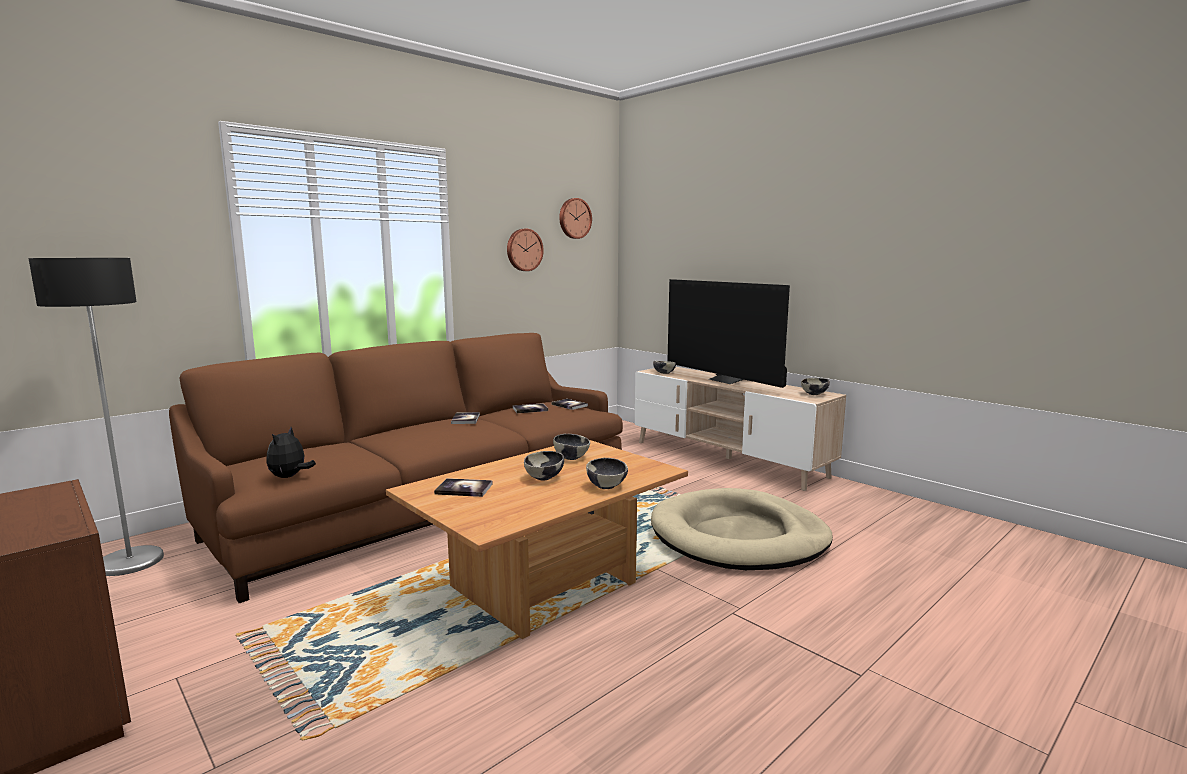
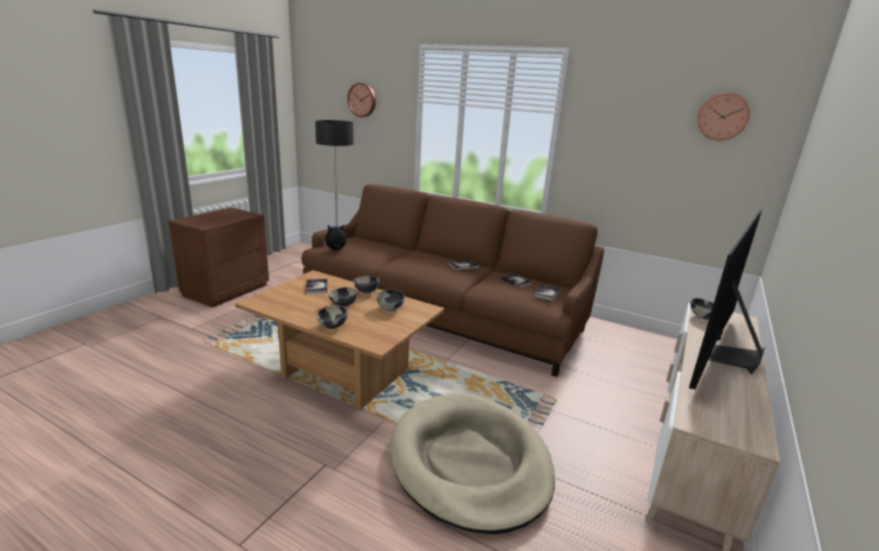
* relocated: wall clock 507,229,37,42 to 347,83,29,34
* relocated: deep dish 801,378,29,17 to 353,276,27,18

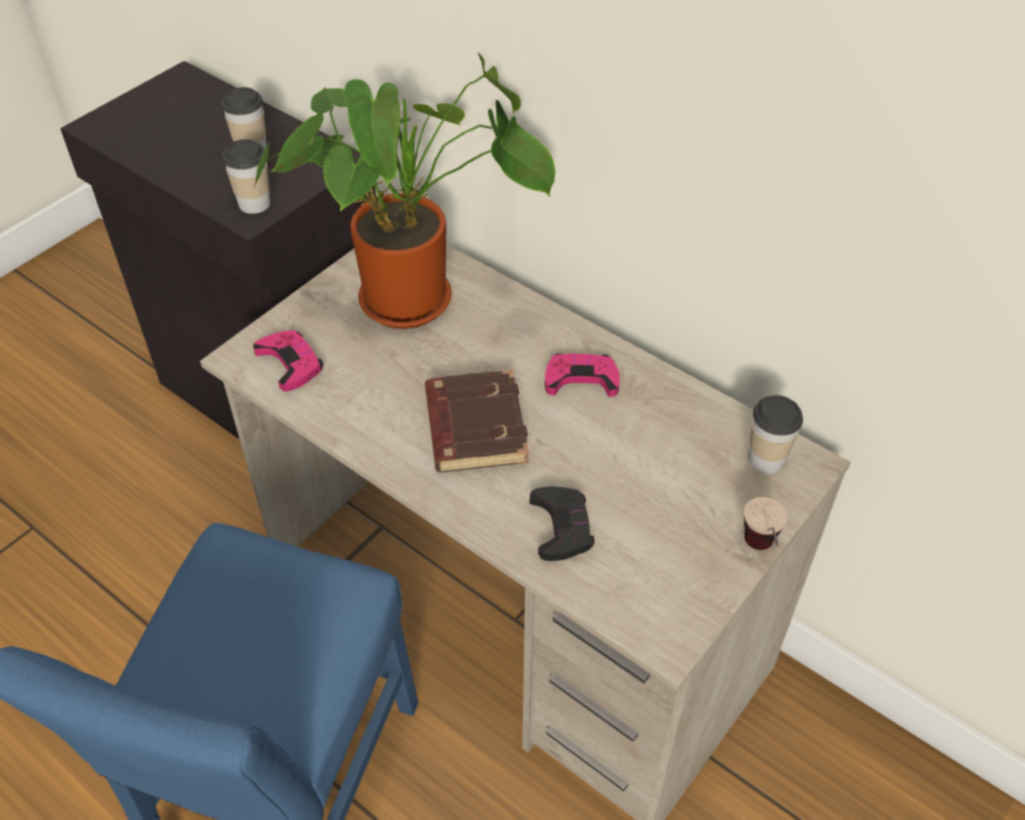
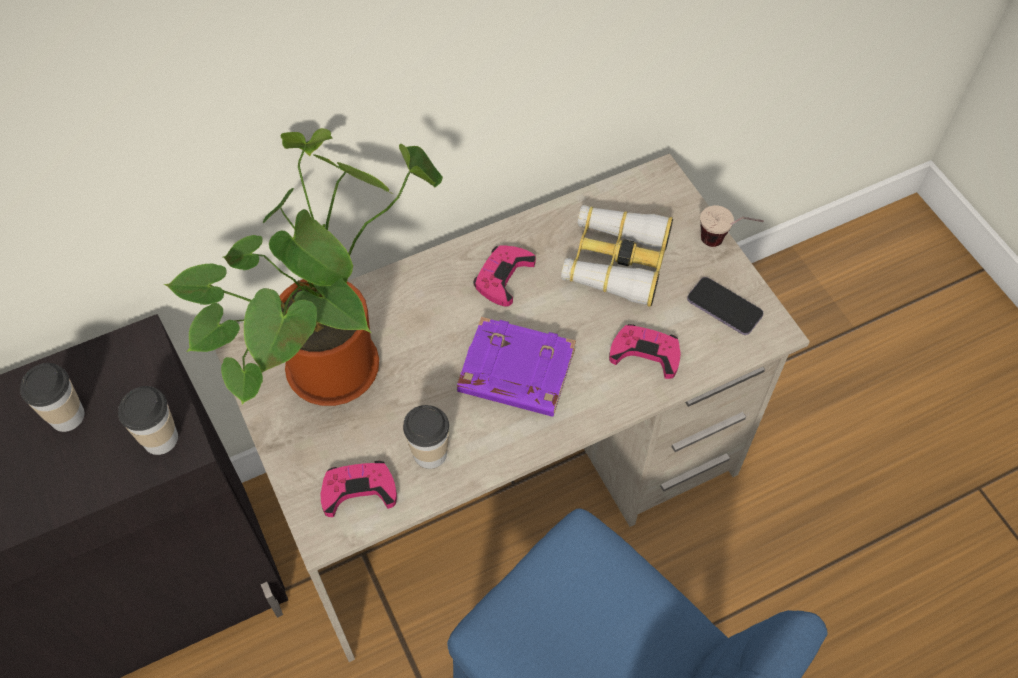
* colour: bound book (brown-coloured) 425,370,104,102 to bound book (purple) 457,317,119,100
* colour: gamepad (black) 530,486,64,75 to gamepad (pinkish) 609,324,71,55
* relocated: drinking cup 748,395,55,79 to 403,405,46,64
* appeared: field glasses 561,205,112,102
* appeared: handset 687,277,76,58

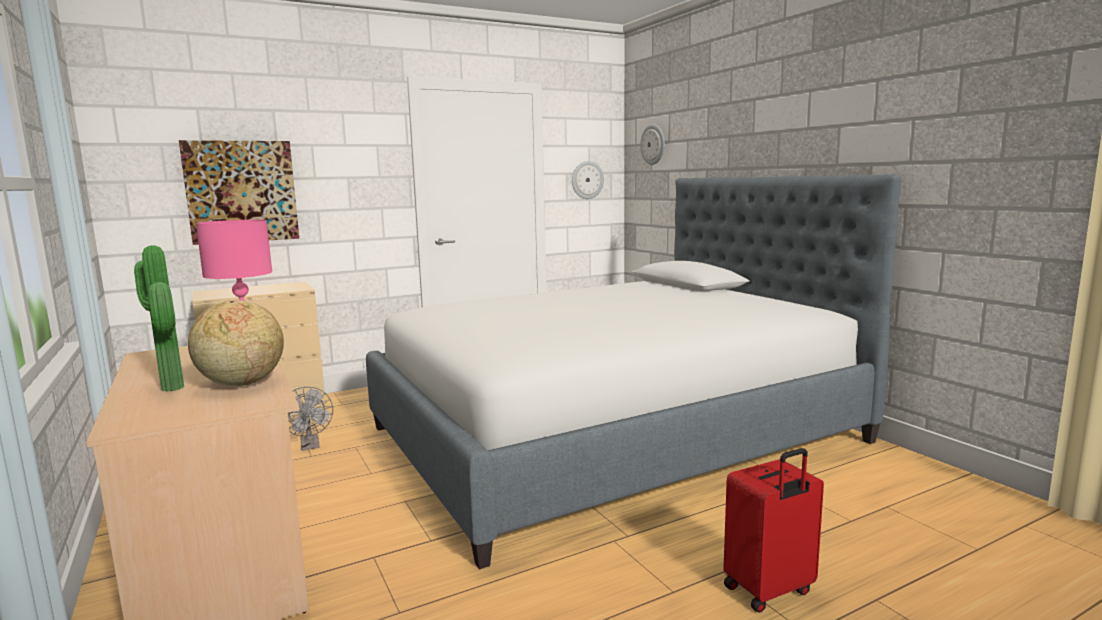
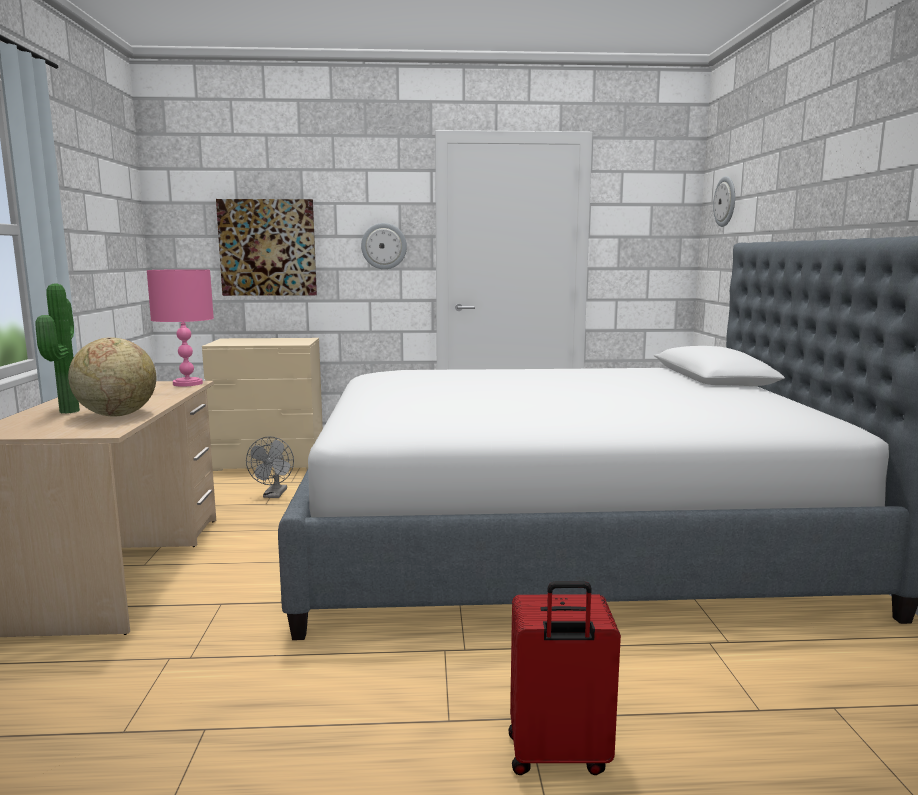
* relocated: wall clock 572,161,32,38 to 361,223,46,46

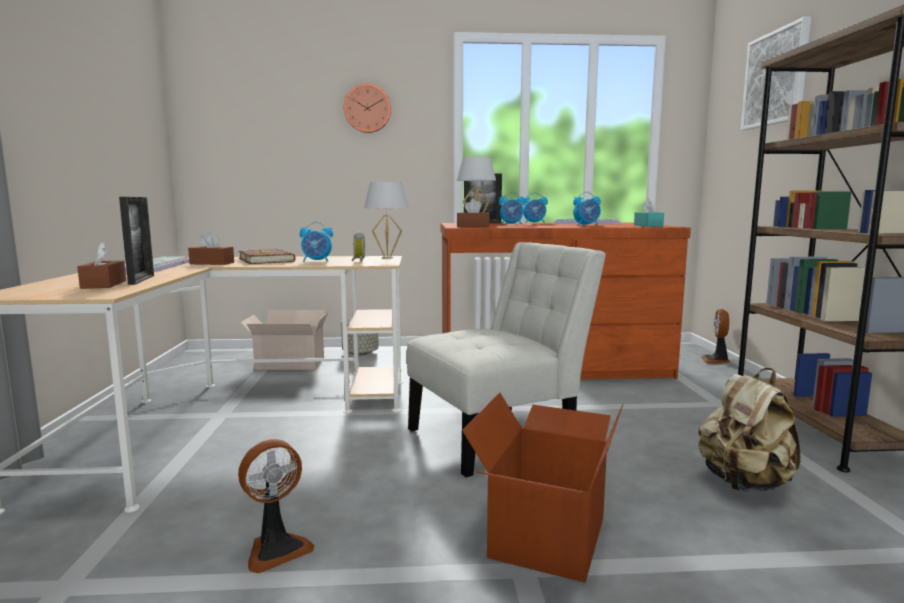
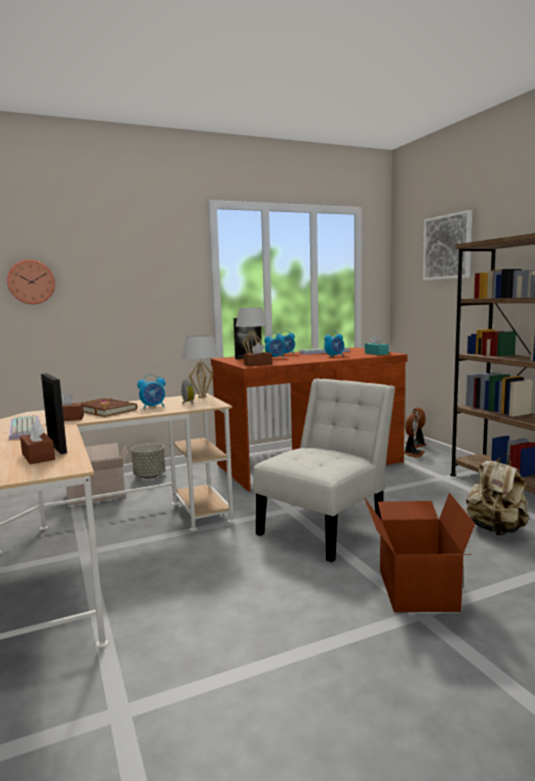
* relocated: cooling fan 238,439,76,134 to 404,414,21,44
* relocated: wall clock 344,84,47,49 to 7,260,48,44

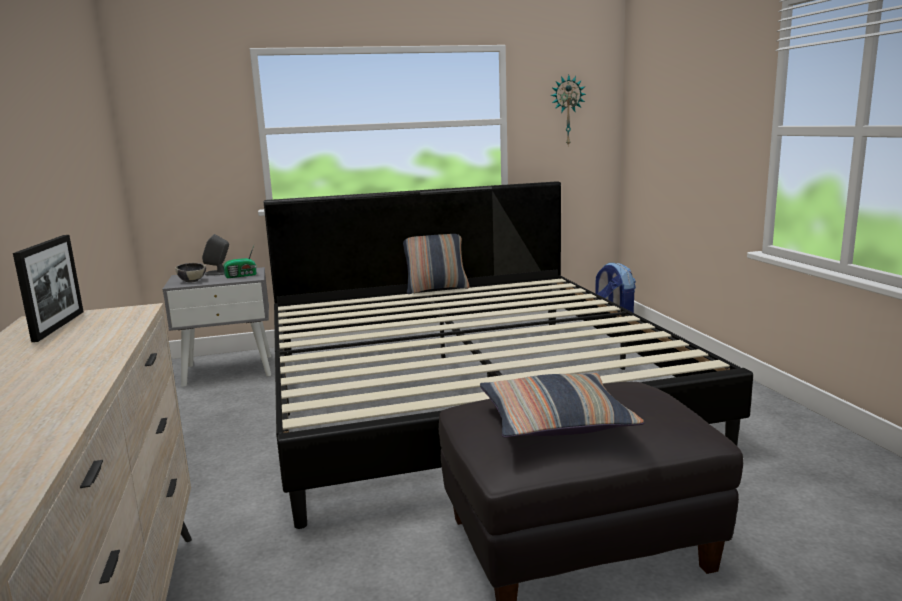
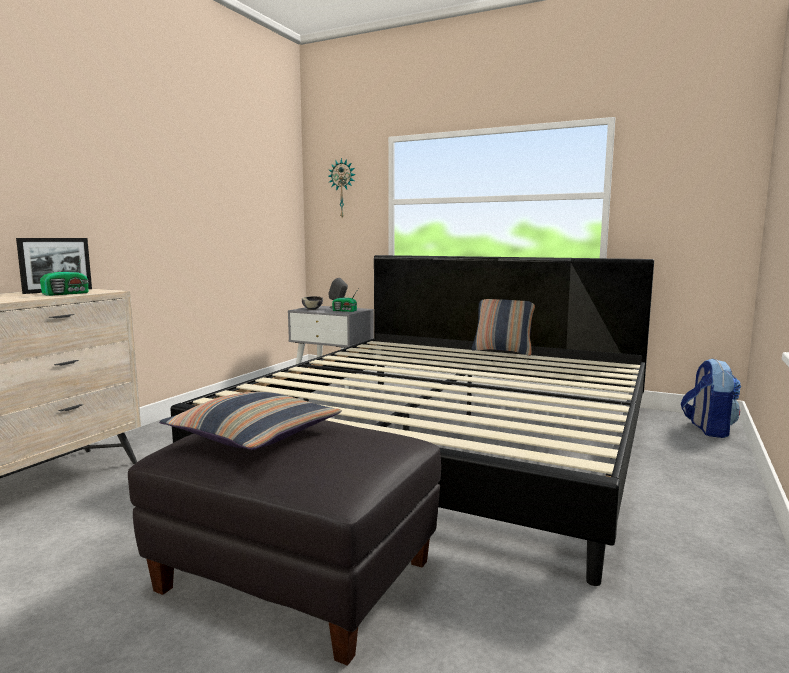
* relocated: wall clock 551,75,35,70 to 328,158,28,60
* appeared: radio set 40,256,49,40

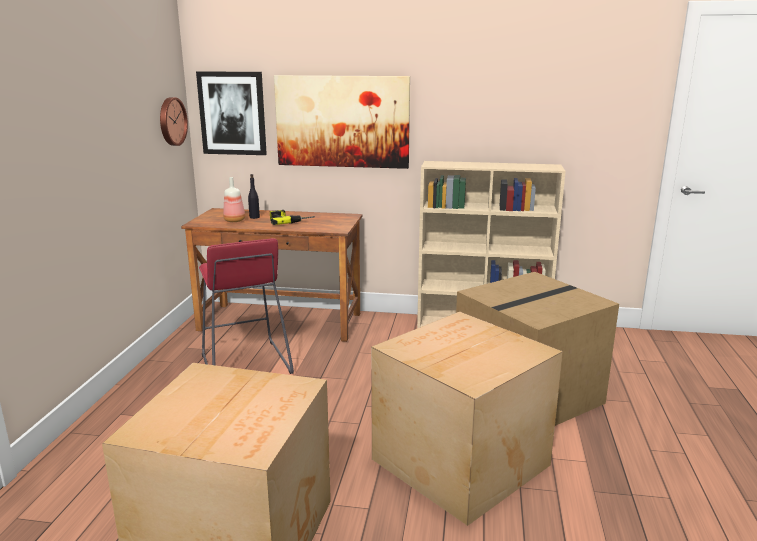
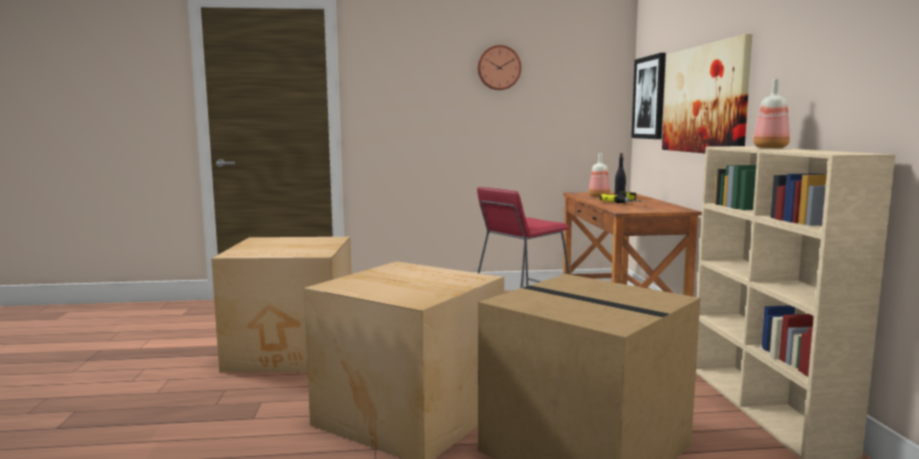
* relocated: wall clock 160,97,28,49 to 478,45,43,45
* appeared: bottle 753,79,37,69

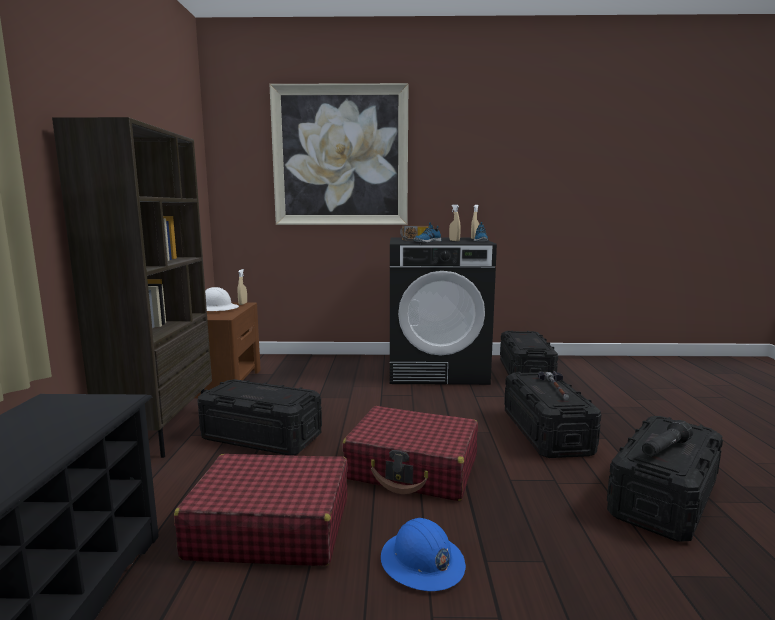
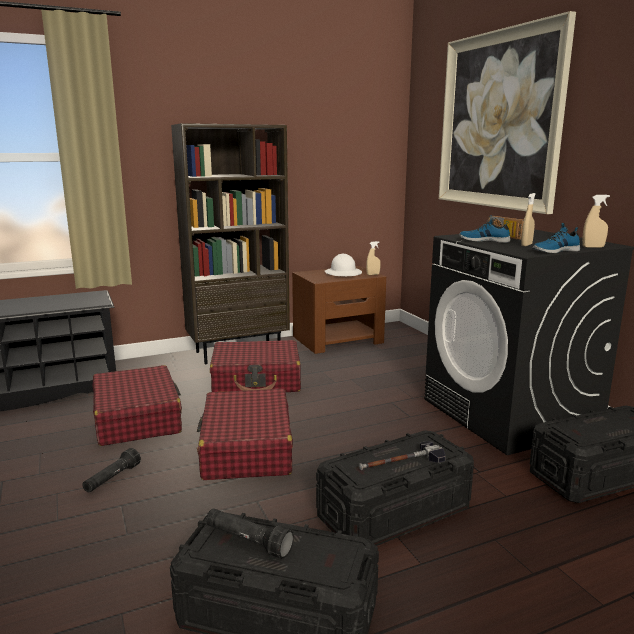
* exchanged: storage bin (black) 197,379,125,77 to piece of luggage (reddish) 210,340,91,52
* exchanged: work helmet (bluish) 381,518,85,73 to flashlight (black) 83,448,58,44

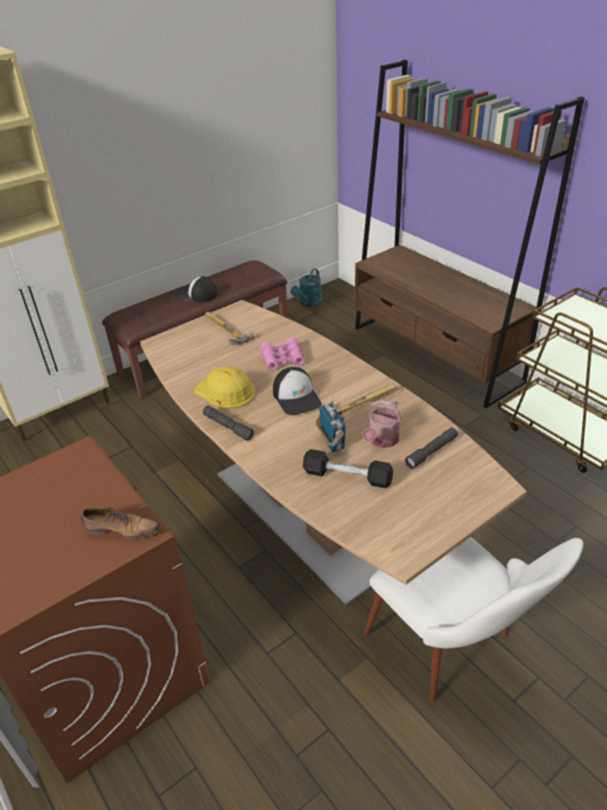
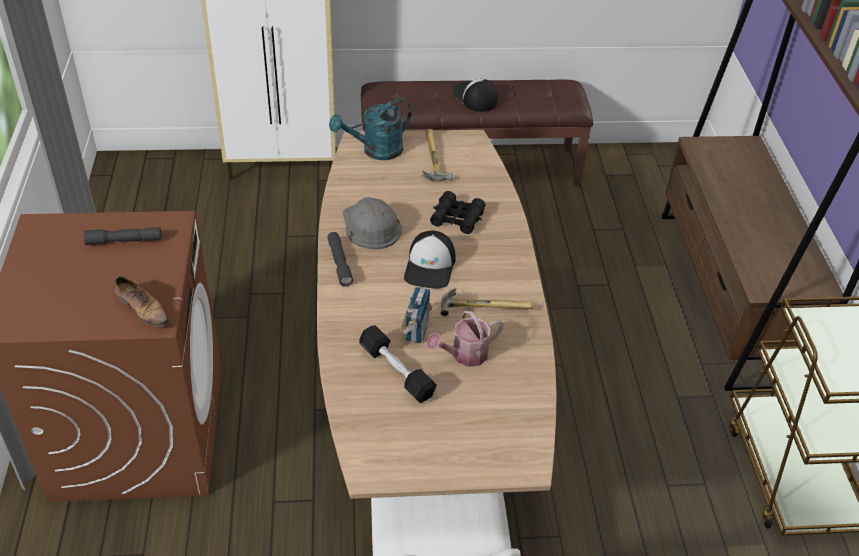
* colour: work helmet (yellowish) 194,366,61,43 to work helmet (grey) 342,197,60,53
* colour: field glasses (pinkish) 260,337,44,34 to field glasses (black) 430,191,55,43
* relocated: watering pot (turquoise) 291,268,31,39 to 329,98,83,62
* relocated: flashlight (grey) 405,427,53,42 to 83,227,78,18

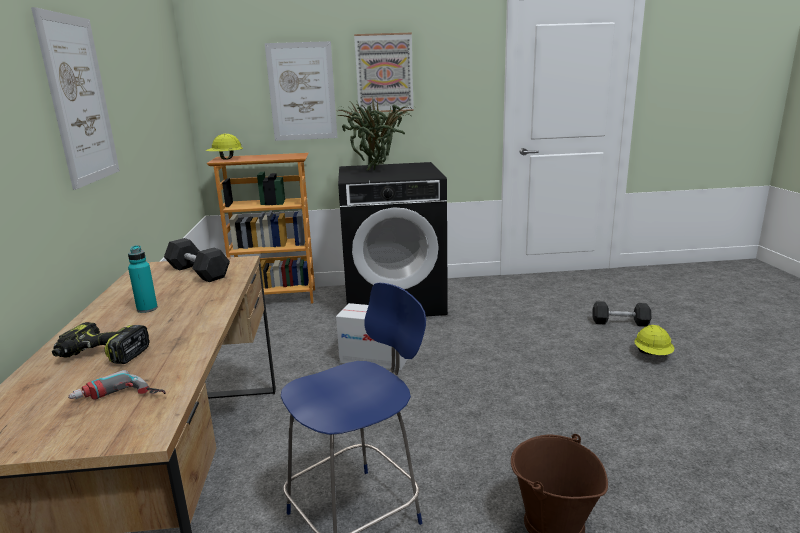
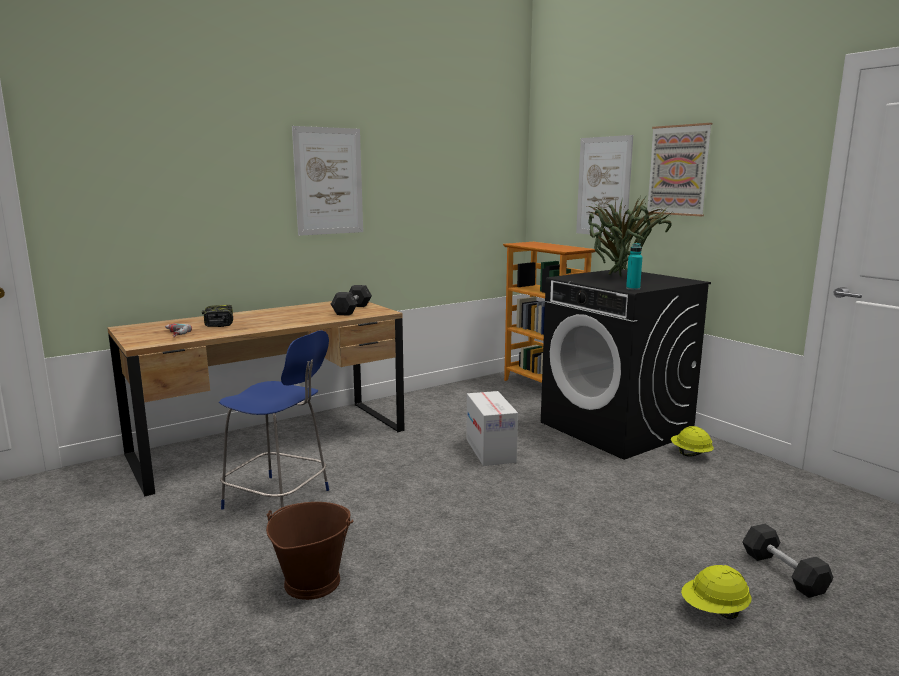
* relocated: bottle (turquoise) 128,245,30,68 to 626,243,16,47
* relocated: work helmet (yellowish) 206,134,37,26 to 671,426,43,30

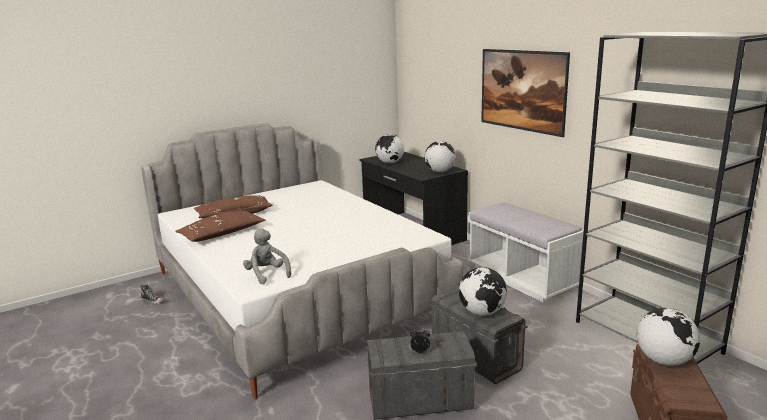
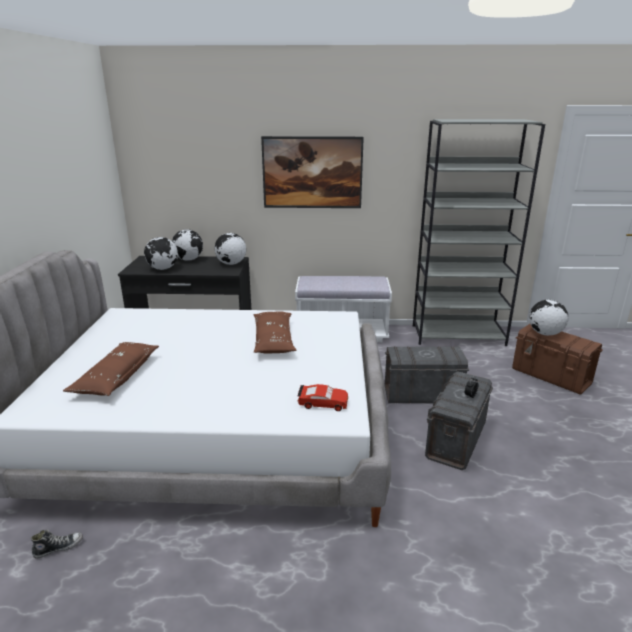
* relocated: throw pillow (brown-coloured) 175,210,90,32 to 254,311,43,43
* exchanged: cuddly toy (grey) 243,229,48,56 to model car (reddish) 297,384,51,27
* relocated: globe 459,267,48,49 to 172,229,31,32

